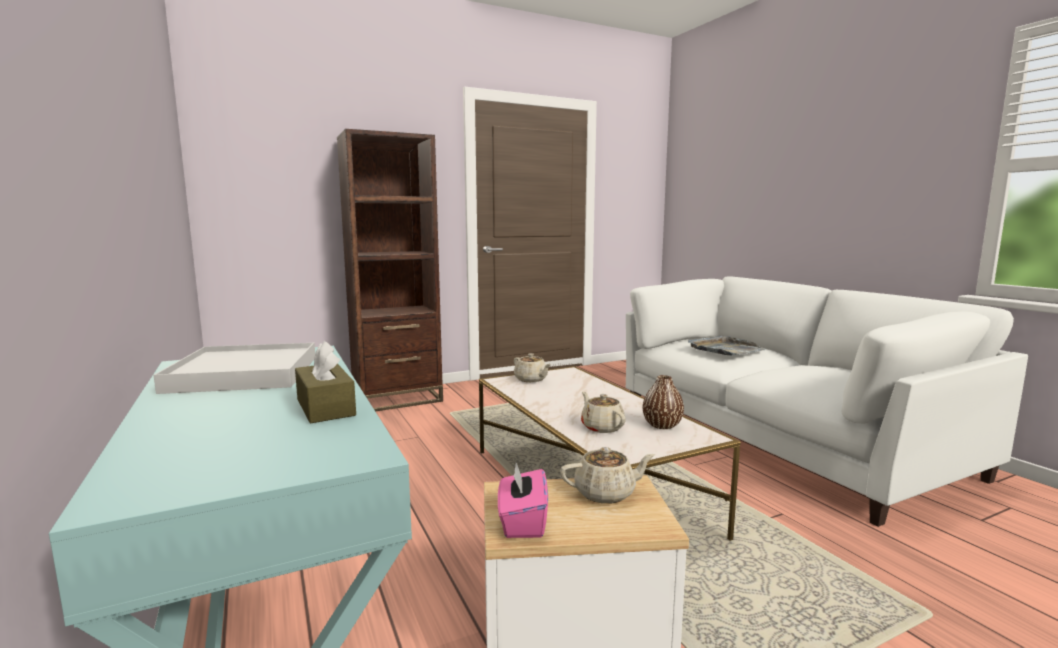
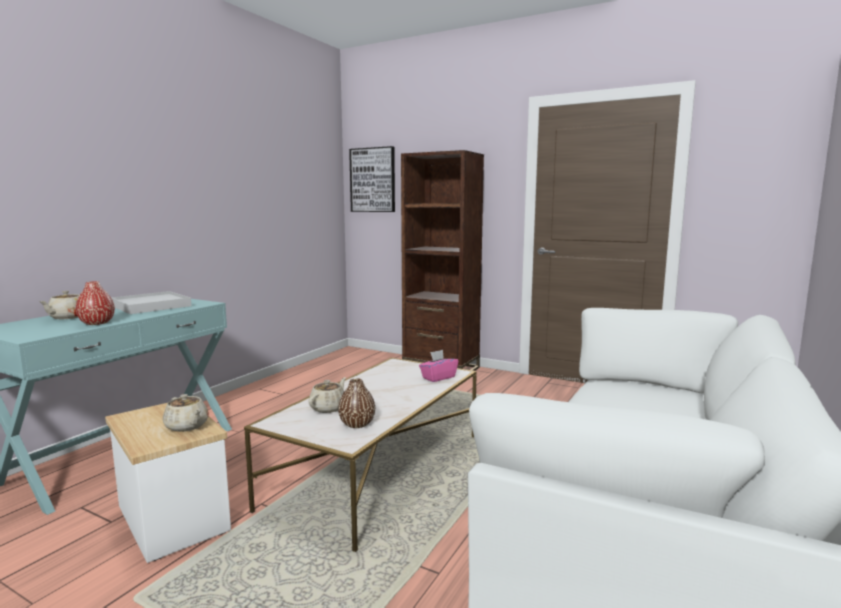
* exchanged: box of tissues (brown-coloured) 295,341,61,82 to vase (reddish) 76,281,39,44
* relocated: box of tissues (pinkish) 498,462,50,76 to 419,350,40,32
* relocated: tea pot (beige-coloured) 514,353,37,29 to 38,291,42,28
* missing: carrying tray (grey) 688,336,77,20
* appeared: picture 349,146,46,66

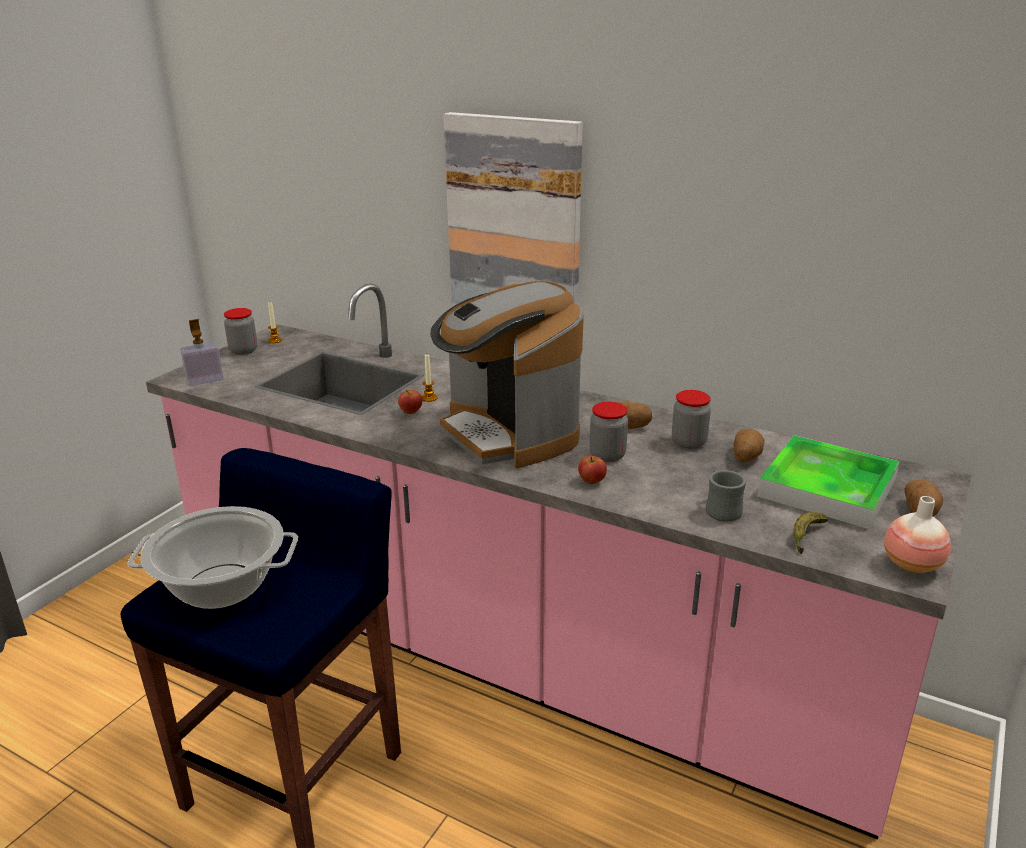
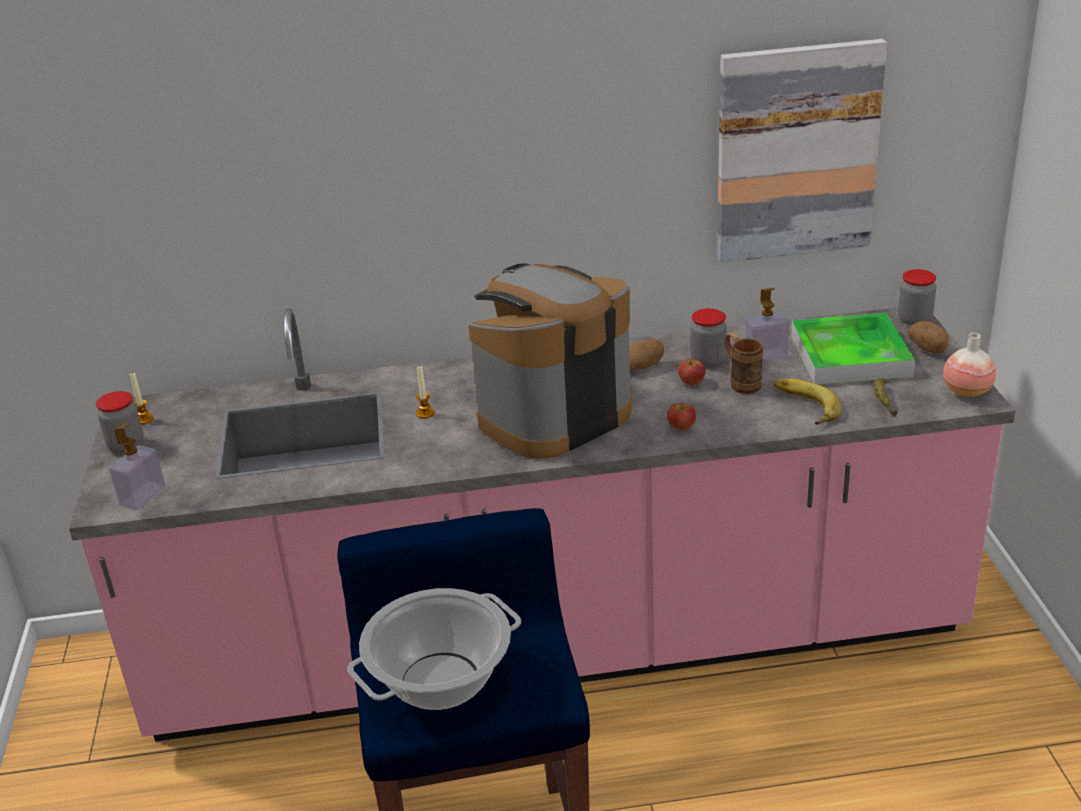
* relocated: whole apple 398,390,24,24 to 678,358,27,27
* spun: coffee maker 430,281,154,187 = 468,263,164,196 120 degrees clockwise
* relocated: picture 444,112,139,193 to 717,39,170,224
* relocated: storage jar 590,402,38,60 to 898,269,38,57
* exchanged: mug (grey) 706,470,40,52 to whole banana 774,379,68,46
* exchanged: spud 733,429,32,34 to soap bottle 745,288,44,73
* appeared: mug (brown-coloured) 725,333,38,61

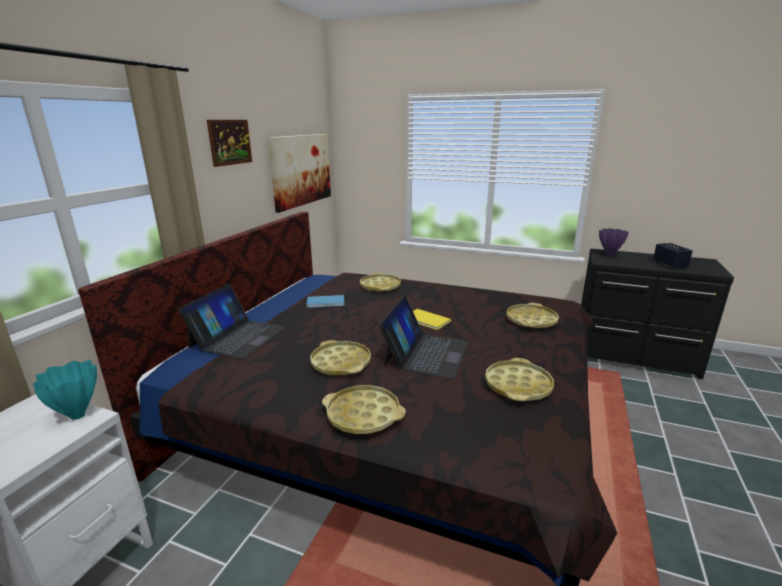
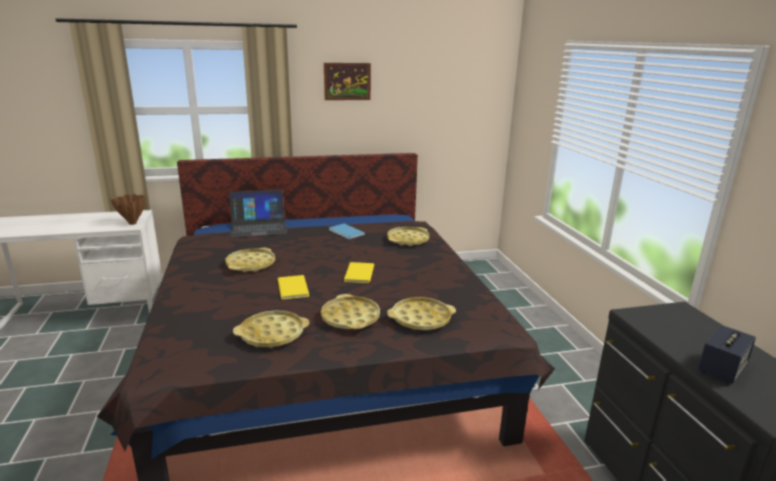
* colour: vase (turquoise) 33,360,64,60 to vase (brown-coloured) 111,194,35,31
* missing: picture 268,134,63,79
* relocated: carrying tray (yellowish) 322,385,84,49 to 321,294,59,35
* exchanged: portable computer 379,295,89,84 to bound book (yellowish) 278,275,31,25
* missing: vase (purple) 599,228,30,28

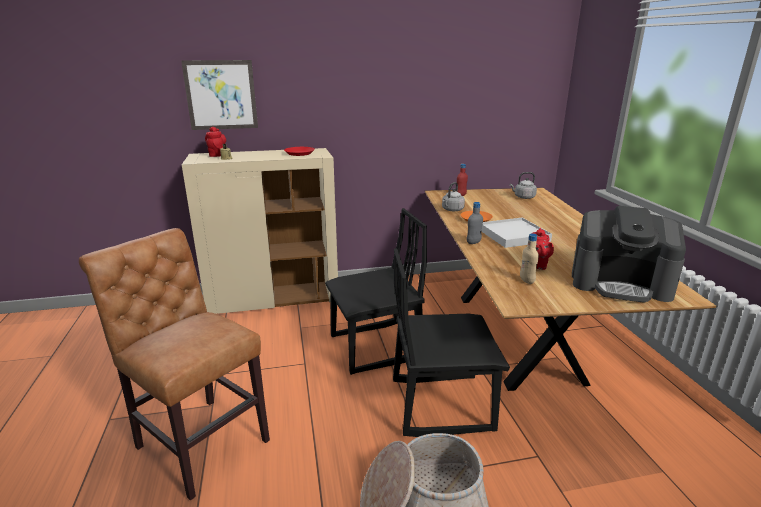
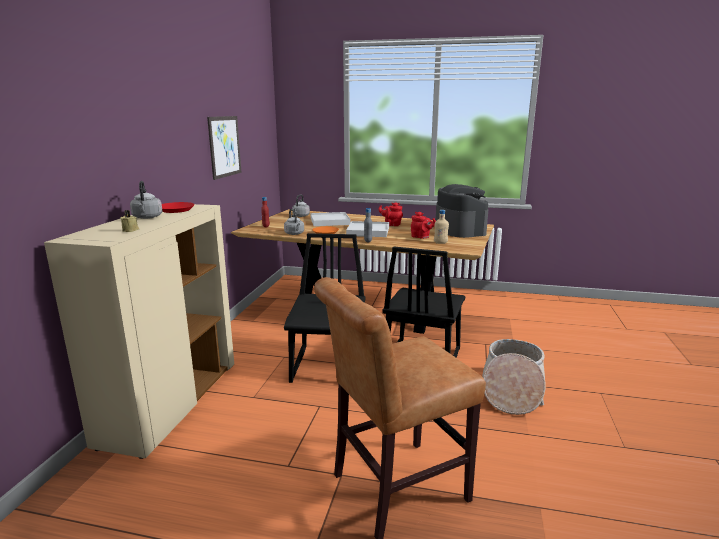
* relocated: picture 181,60,77,70 to 207,116,35,64
* relocated: tea pot (reddish) 205,127,21,30 to 378,202,25,24
* spun: coffee maker 572,206,114,97 = 436,184,52,54 60 degrees counterclockwise
* appeared: tea kettle (grey) 130,181,32,38
* appeared: carrying tray (white) 311,212,40,14

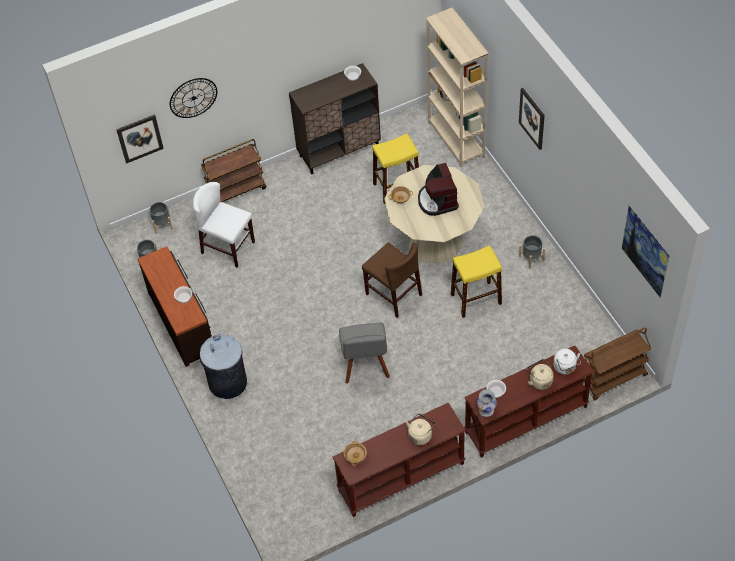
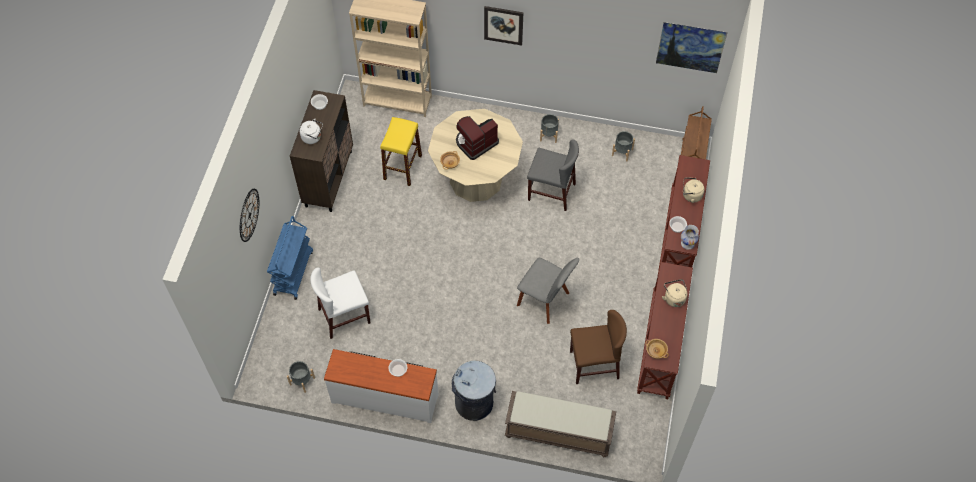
* missing: picture 116,114,48,50
* colour: dresser (brown-coloured) 138,246,74,121 to dresser (white) 324,349,115,74
* relocated: flower pot (grey) 149,202,24,32 to 612,131,23,30
* colour: wheeled cart (brown-coloured) 201,139,65,63 to wheeled cart (bluish) 267,216,46,84
* relocated: plain chair (brown-coloured) 362,243,60,75 to 570,310,57,74
* spun: coffee maker 418,163,41,53 = 456,116,43,44 120 degrees clockwise
* exchanged: sitting stool (yellowish) 451,245,51,73 to plain chair (grey) 527,139,52,72
* relocated: tea kettle (white) 553,349,28,26 to 300,118,23,26
* appeared: long seat (brown-coloured) 505,391,111,66

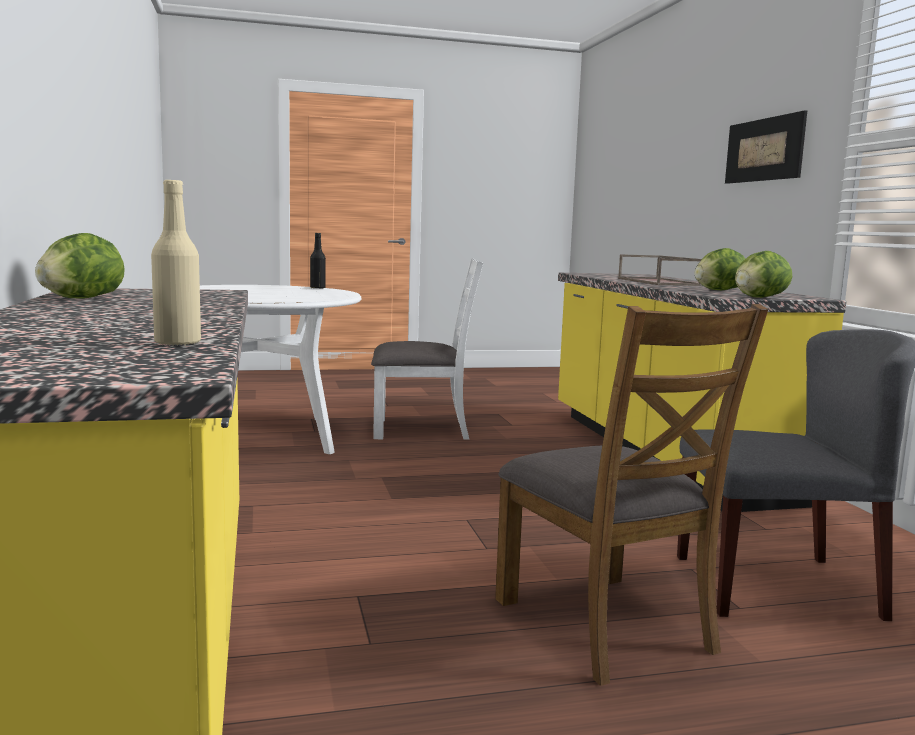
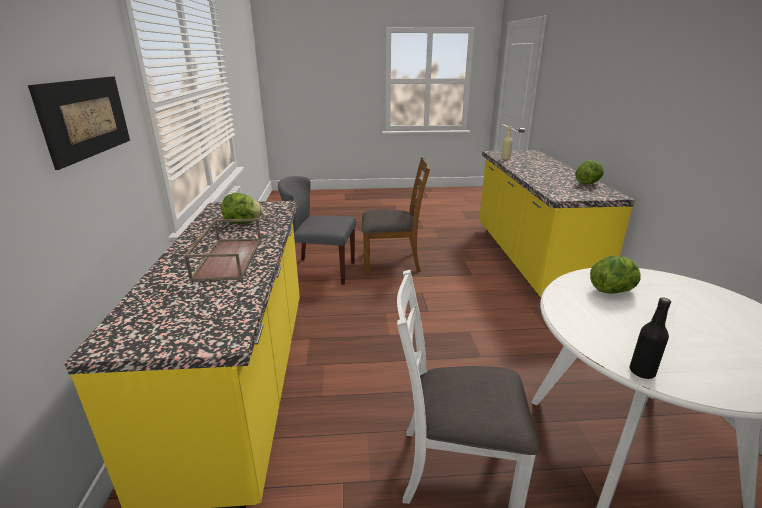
* spun: plain chair (brown-coloured) 495,304,273,382 = 361,157,69,116 105 degrees clockwise
* relocated: lettuce 735,251,57,47 to 590,255,51,39

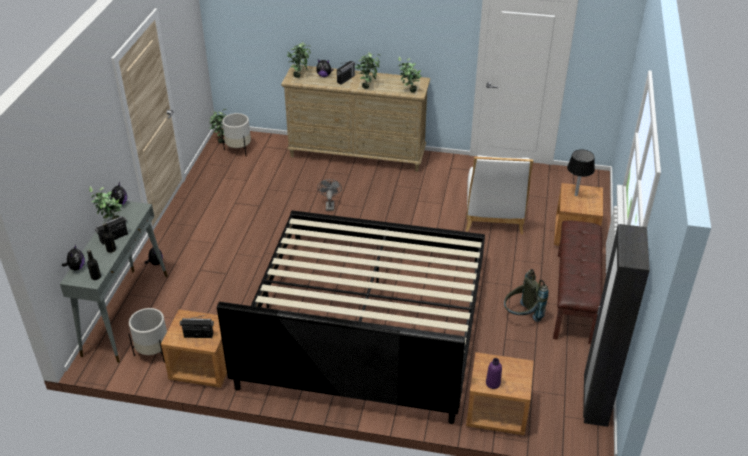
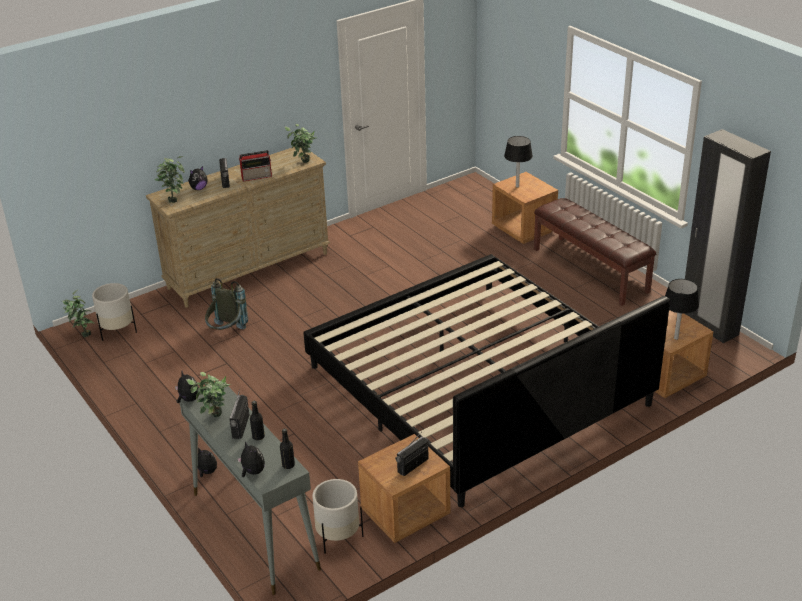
* missing: cooling fan (grey) 317,179,25,32
* exchanged: plant in a pot 355,52,25,37 to radio set 239,150,33,31
* missing: plain chair (white) 466,155,67,79
* exchanged: bottle (purple) 486,358,16,31 to table lamp (black) 665,279,34,61
* relocated: knapsack (grey) 504,269,45,53 to 205,278,43,52

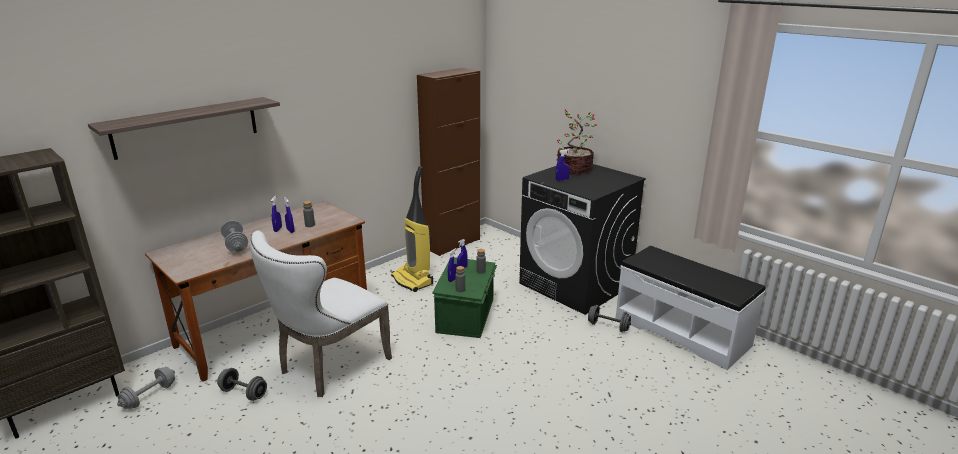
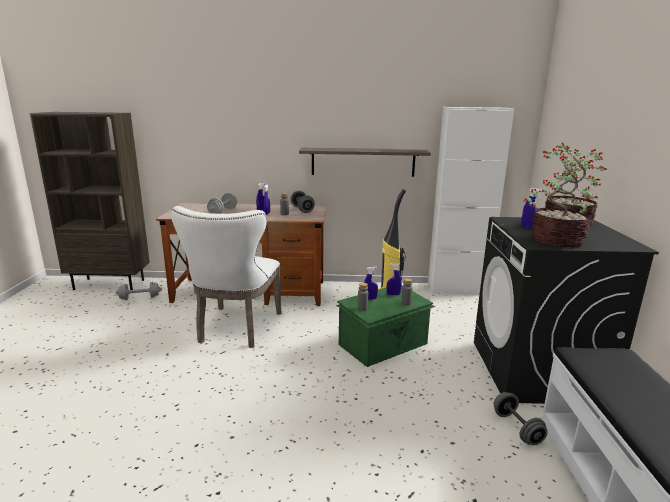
* relocated: wall shelf 88,97,192,63 to 299,148,132,29
* relocated: free weight (grey) 217,368,50,33 to 290,191,25,22
* spun: plain chair (white) 250,231,142,166 = 171,206,111,142 75 degrees counterclockwise
* colour: cabinet (brown-coloured) 417,68,63,188 to cabinet (white) 428,107,86,187
* appeared: plant in a pot 523,147,77,100

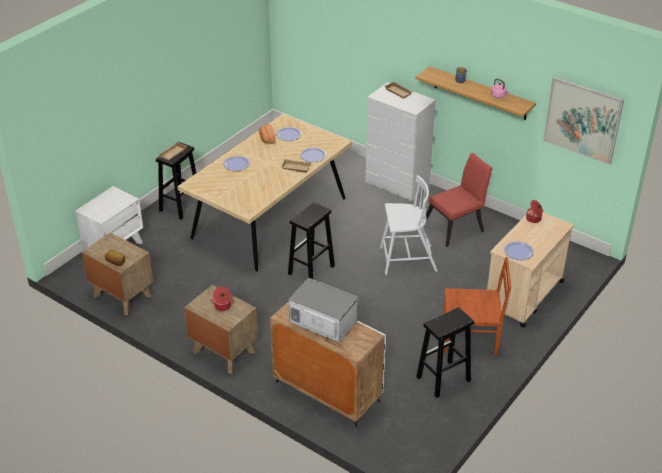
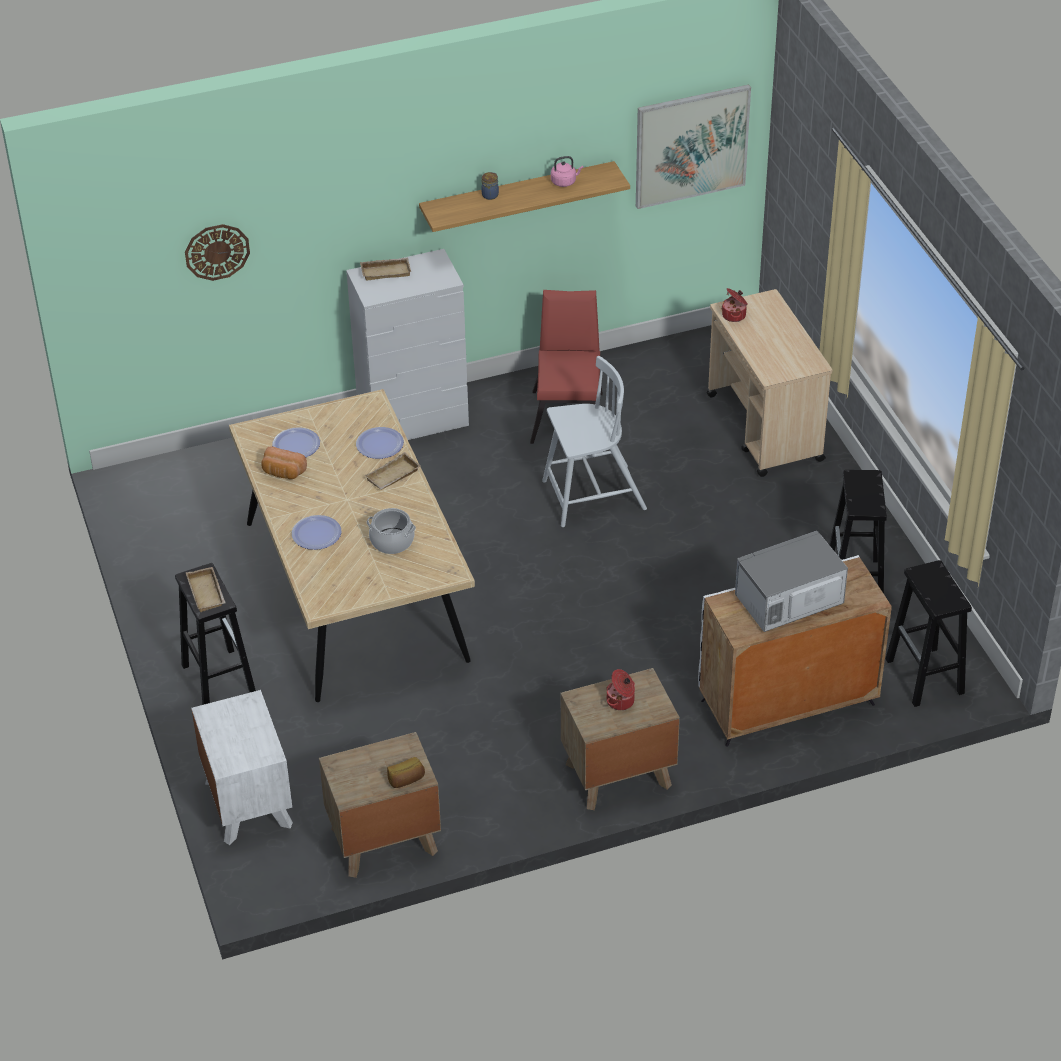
* relocated: sitting stool (black) 288,202,47,77 to 886,560,86,147
* spun: plain chair (white) 380,175,58,100 = 542,356,105,171 45 degrees clockwise
* missing: plain chair (brown-coloured) 444,257,67,98
* missing: plate 504,241,30,19
* appeared: wall clock 185,224,65,57
* appeared: cooking pot 367,508,49,46

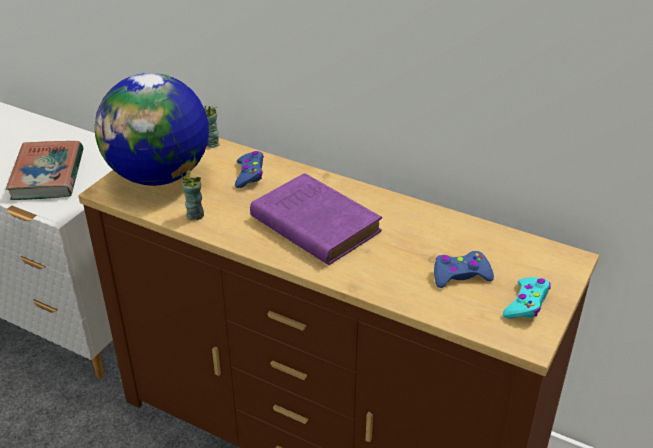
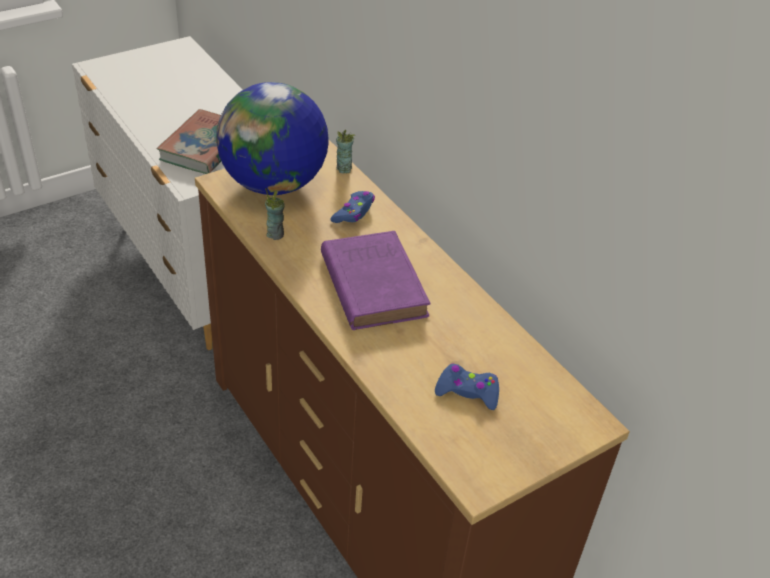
* missing: gamepad (turquoise) 503,277,48,42

